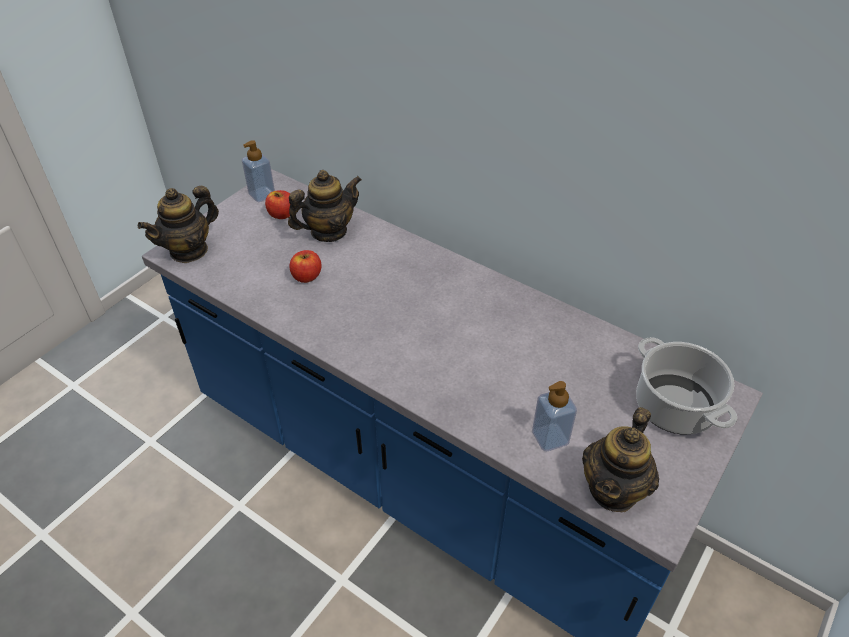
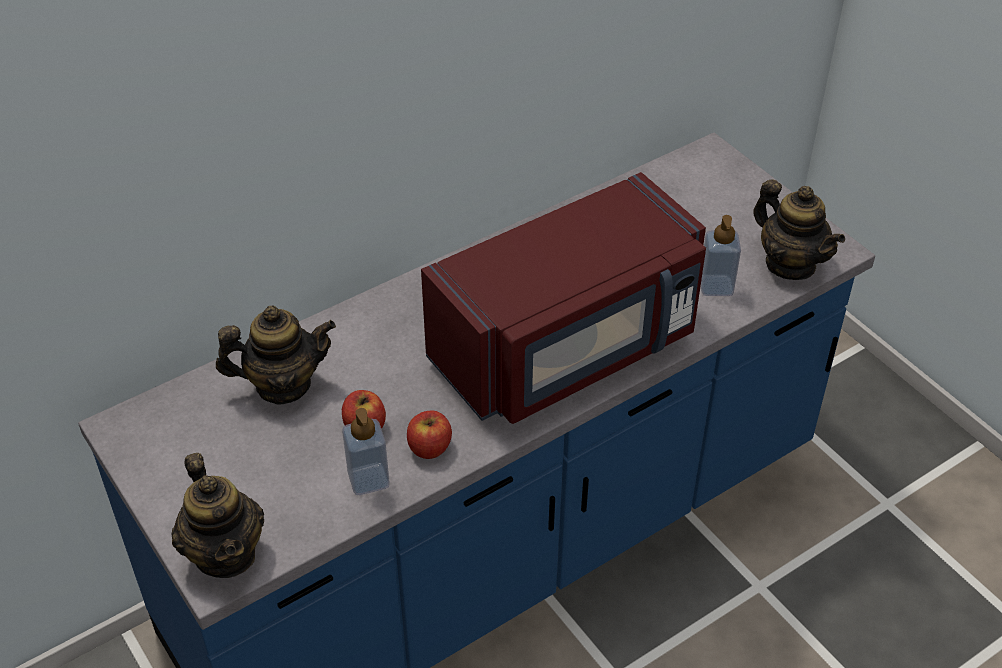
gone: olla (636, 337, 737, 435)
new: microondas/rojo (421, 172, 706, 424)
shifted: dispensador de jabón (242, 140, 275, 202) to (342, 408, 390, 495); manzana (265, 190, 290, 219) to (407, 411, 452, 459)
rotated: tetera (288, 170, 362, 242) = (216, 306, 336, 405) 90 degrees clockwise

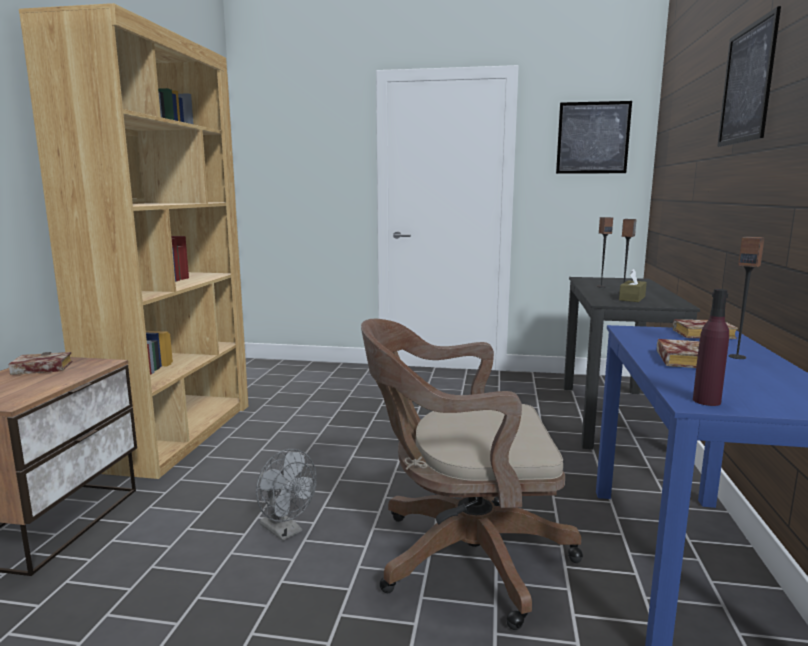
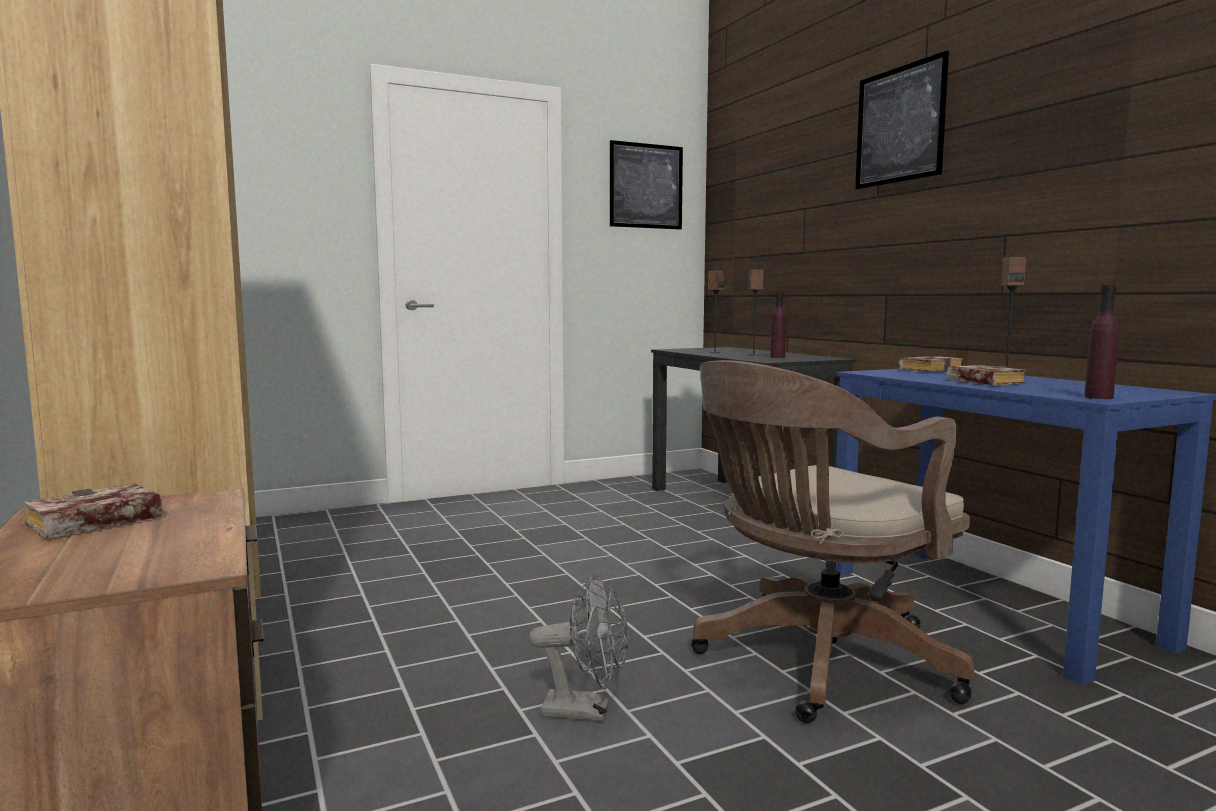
swapped: caja de pañuelos/marrón (619, 268, 647, 302) to botella/morado (770, 291, 786, 358)

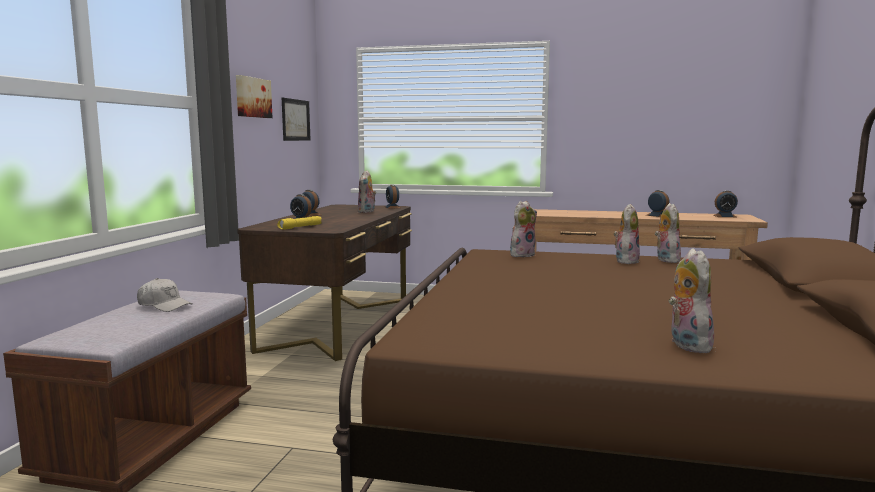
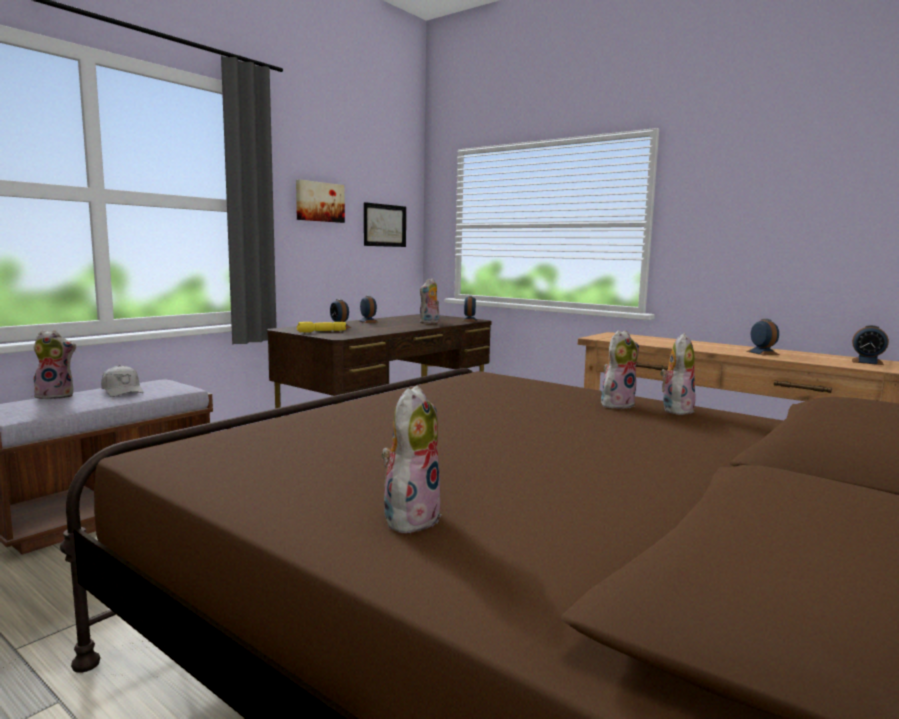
shifted: peluche (510, 201, 537, 257) to (33, 330, 76, 399)

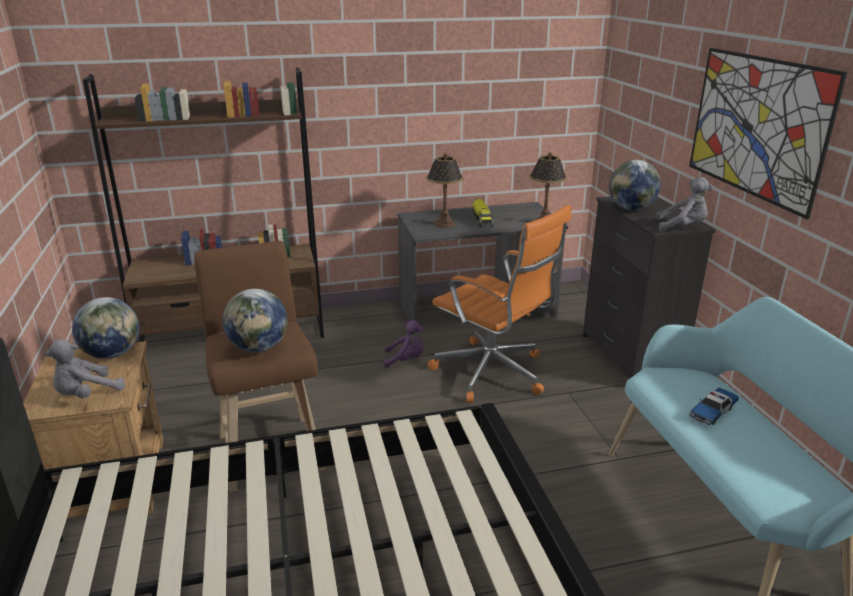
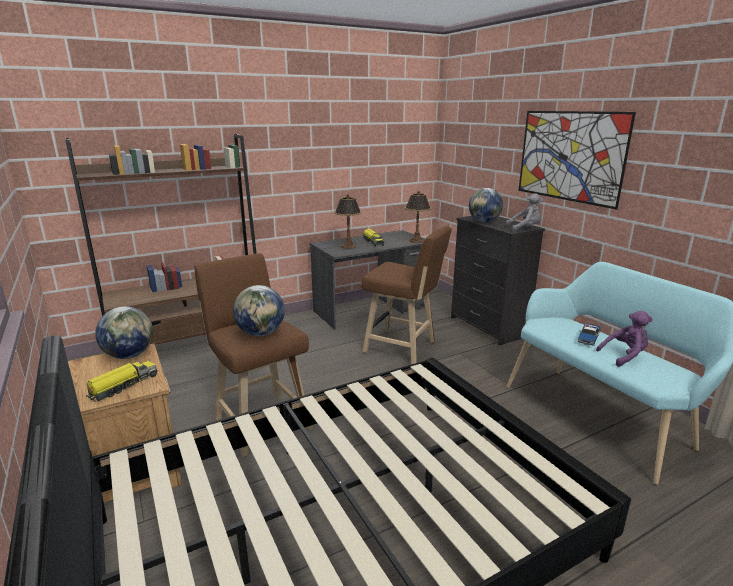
shifted: peluche/morado (383, 320, 423, 368) to (596, 311, 653, 367)
swapped: silla de oficina/naranja (428, 205, 571, 403) to taburete/marrón (361, 226, 451, 364); peluche/gris (44, 339, 125, 398) to camión de juguete (86, 361, 158, 402)

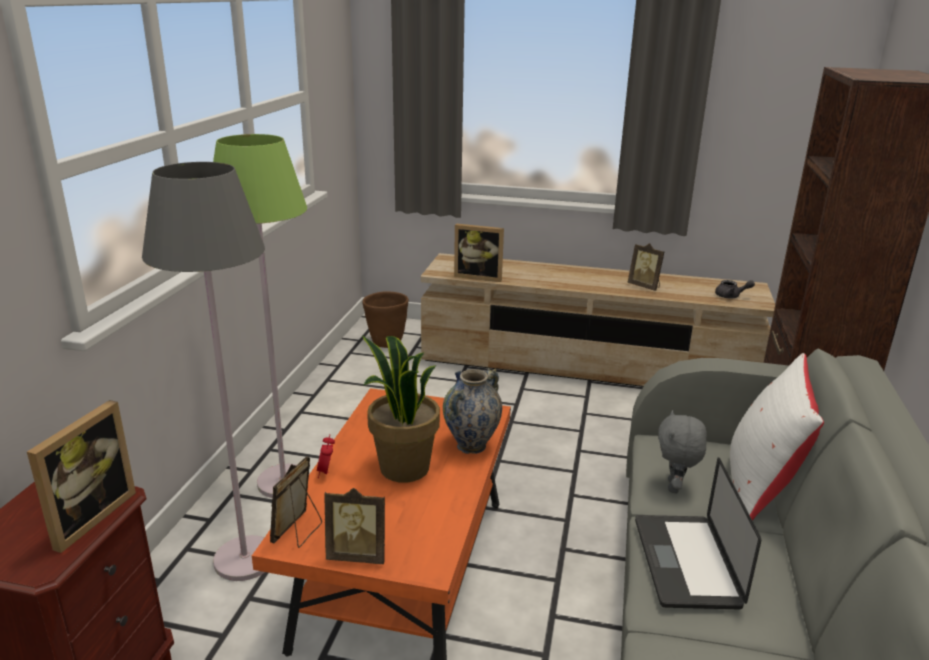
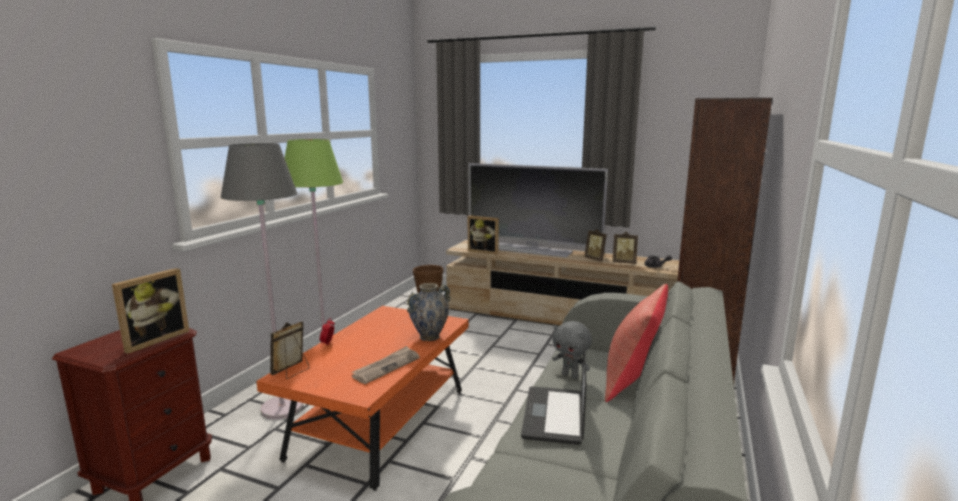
gone: planta en maceta (362, 335, 440, 483)
new: televisor (469, 163, 608, 258); periódico (352, 346, 420, 384)
shifted: portarretratos (324, 488, 385, 564) to (612, 232, 638, 264)
repainted: cojín/blanco (730, 353, 824, 521) to cojín/rojo (605, 284, 668, 402)
rotated: peluche/gris (658, 410, 707, 493) = (553, 321, 592, 379) 75 degrees counterclockwise

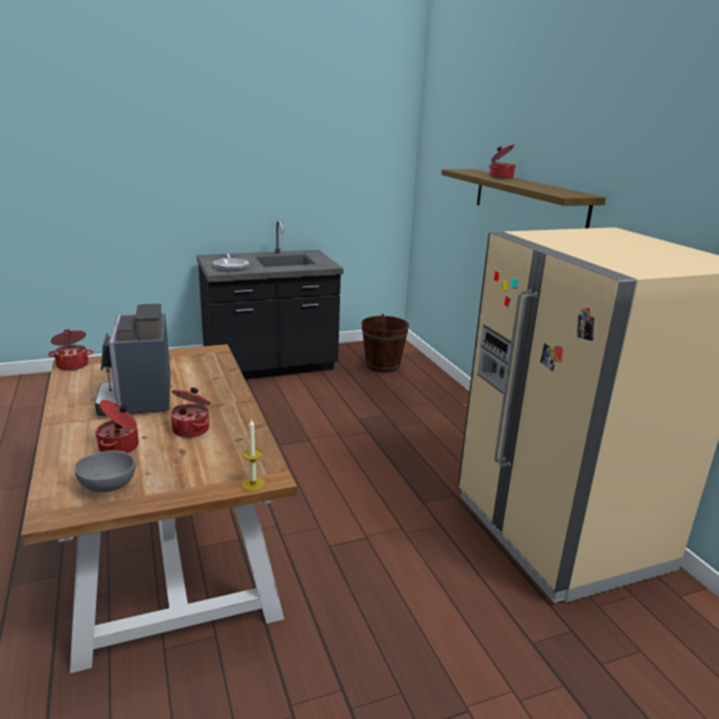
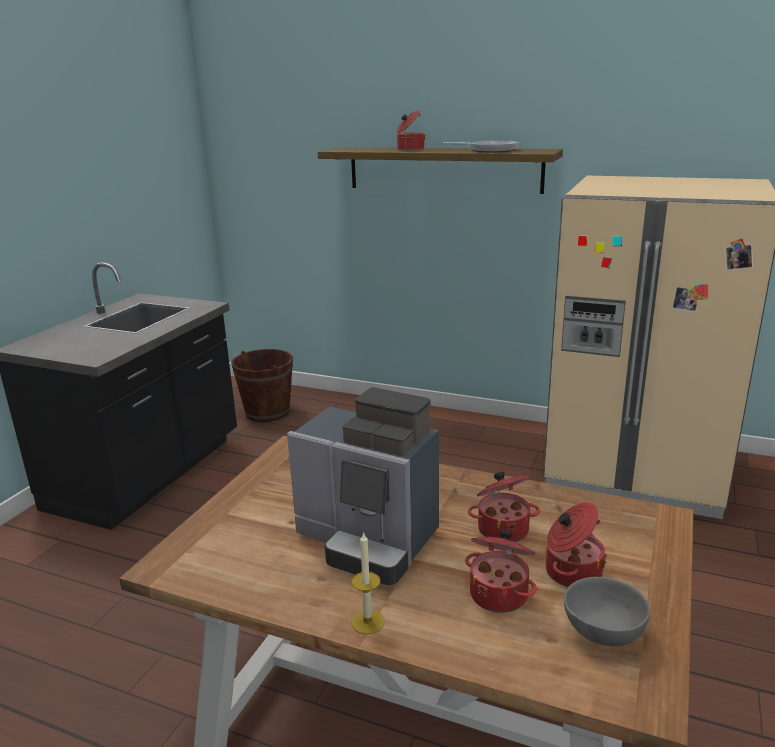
shifted: sartén (213, 254, 249, 271) to (444, 140, 519, 152); olla (48, 329, 94, 371) to (546, 502, 607, 587); vela (242, 418, 265, 491) to (351, 531, 385, 634)

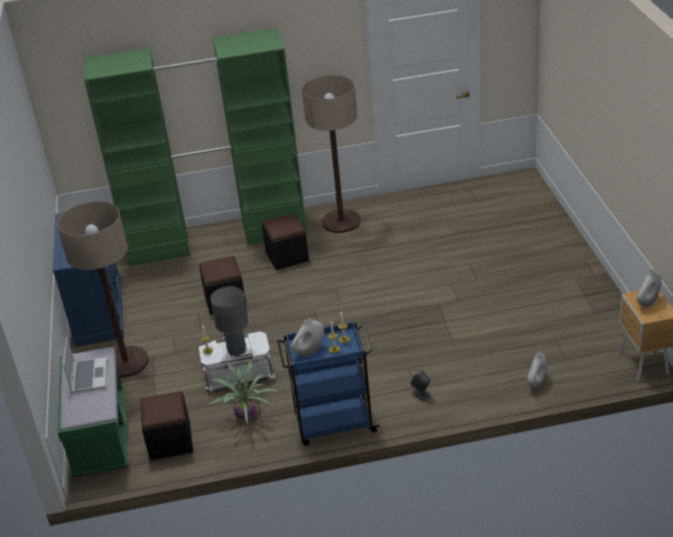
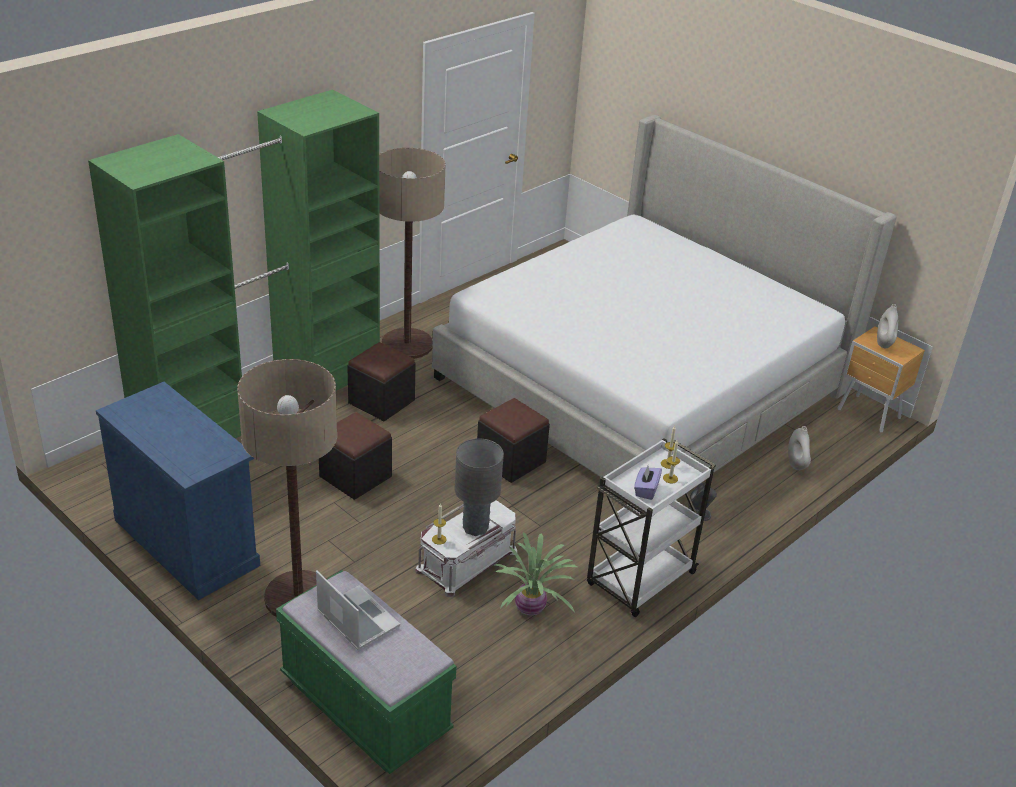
new: cama (432, 115, 896, 477)
shifted: puf/negro (140, 391, 193, 461) to (477, 398, 550, 483)
swapped: florero/blanco (291, 318, 324, 356) to caja de pañuelos/morado (634, 466, 662, 500)
repainted: carrito/azul (277, 321, 379, 446) to carrito/blanco (587, 438, 716, 617)

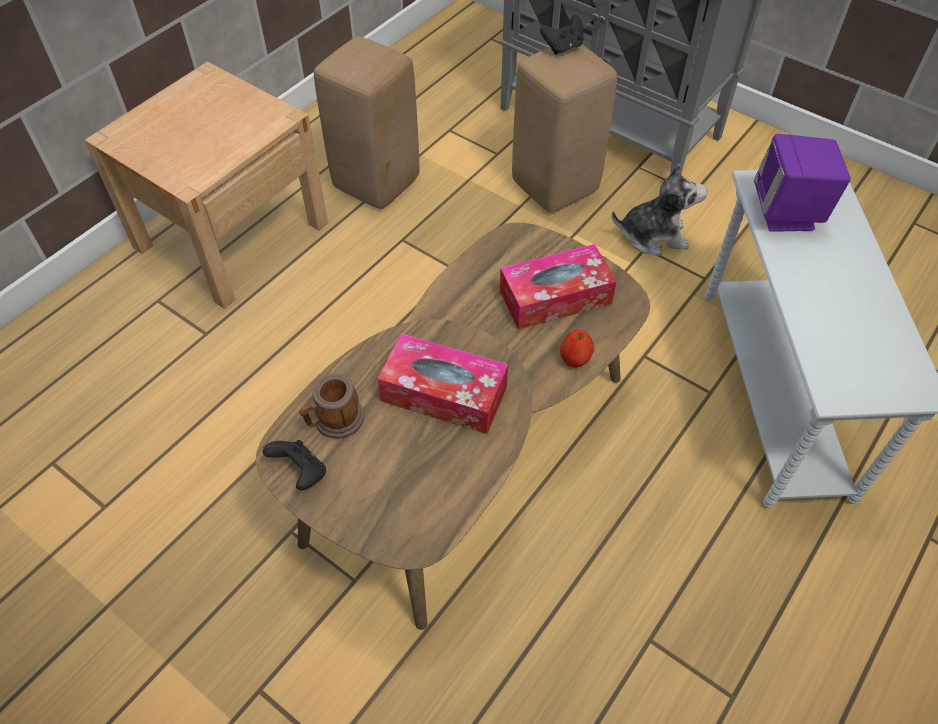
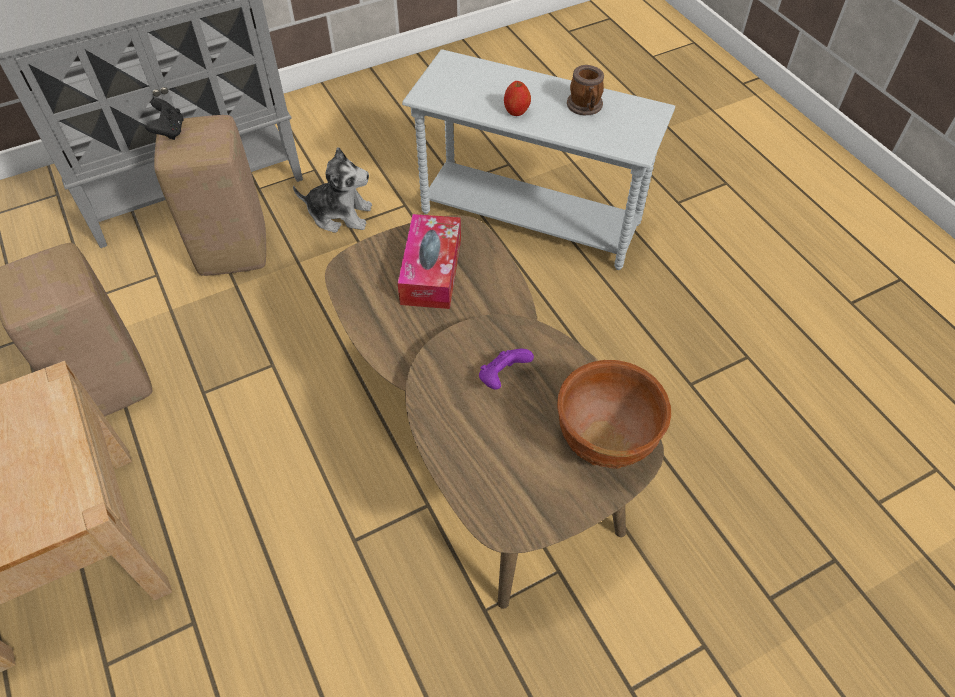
gone: altavoz/morado (754, 134, 851, 232); mando de consola/negro (263, 440, 326, 490)
new: cuenco/marrón (557, 360, 671, 469)
shifted: manzana (560, 330, 594, 368) to (504, 81, 531, 116); taza grande (299, 374, 364, 439) to (567, 65, 604, 115)
swapped: caja de pañuelos (377, 333, 508, 434) to mando de consola/morado (479, 349, 534, 389)
rotated: peluche (612, 164, 707, 256) = (293, 147, 372, 233) 75 degrees clockwise

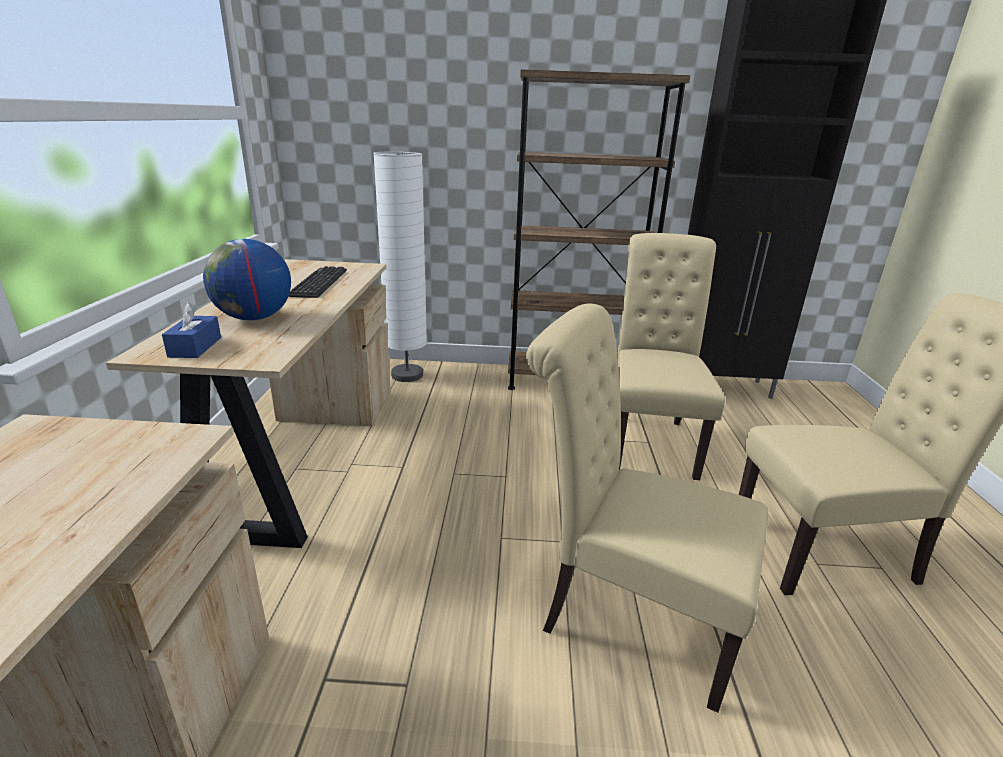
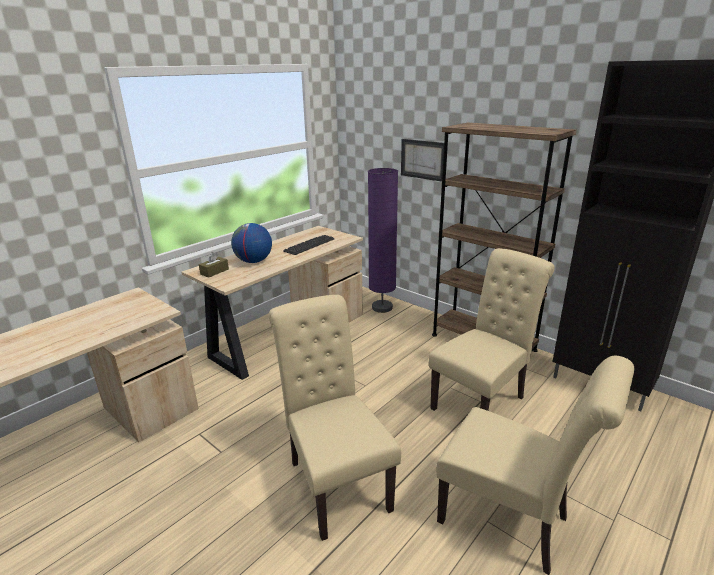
new: cuadro (401, 139, 444, 182)
repainted: lámpara de pie/blanco (373, 152, 427, 382) to lámpara de pie/morado (368, 168, 398, 313); caja de pañuelos/azul (162, 302, 221, 358) to caja de pañuelos/marrón (199, 252, 229, 278)

